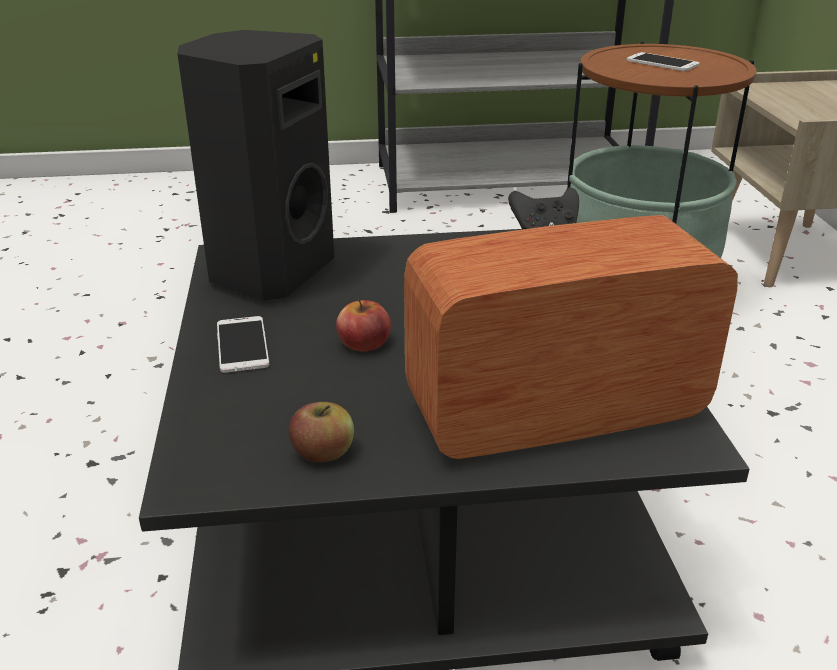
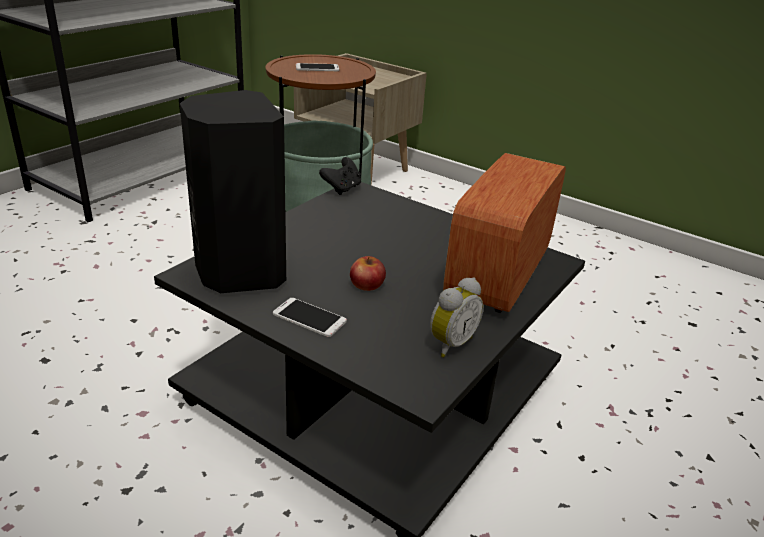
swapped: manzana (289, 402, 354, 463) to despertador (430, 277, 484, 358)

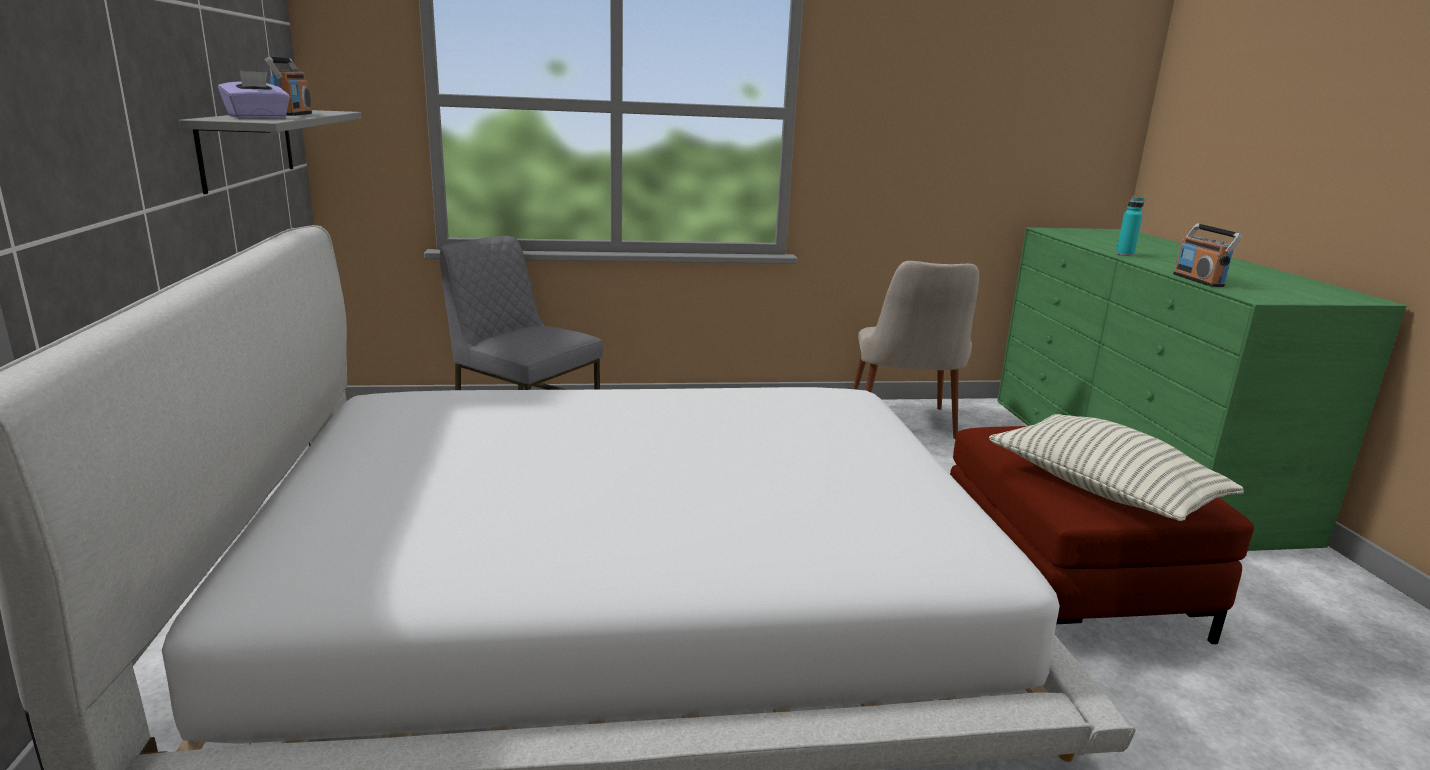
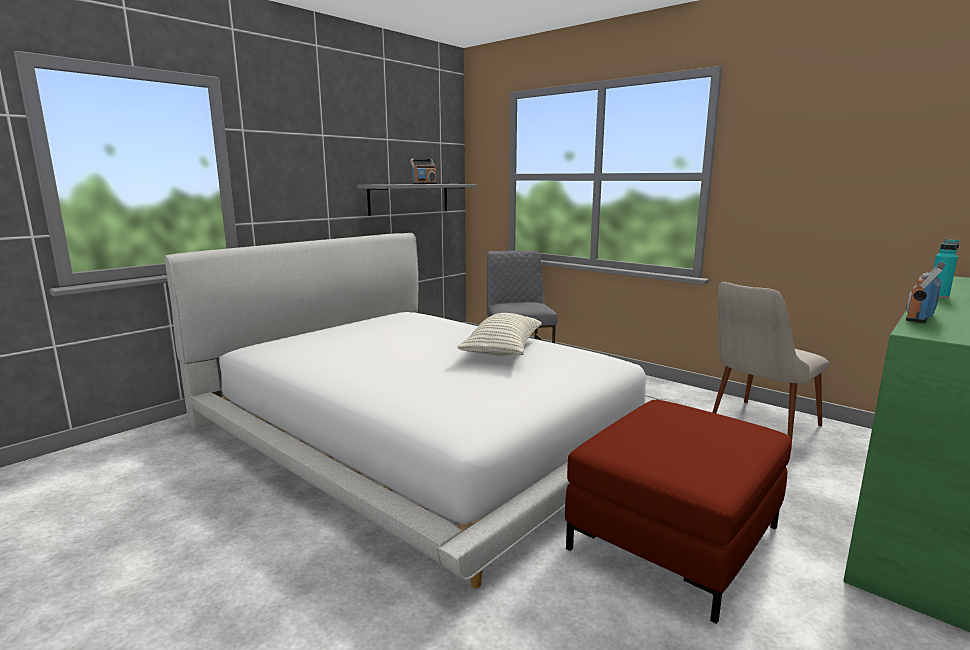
gone: caja de pañuelos/morado (218, 71, 290, 119)
shifted: cojín (989, 414, 1244, 521) to (457, 313, 542, 356)

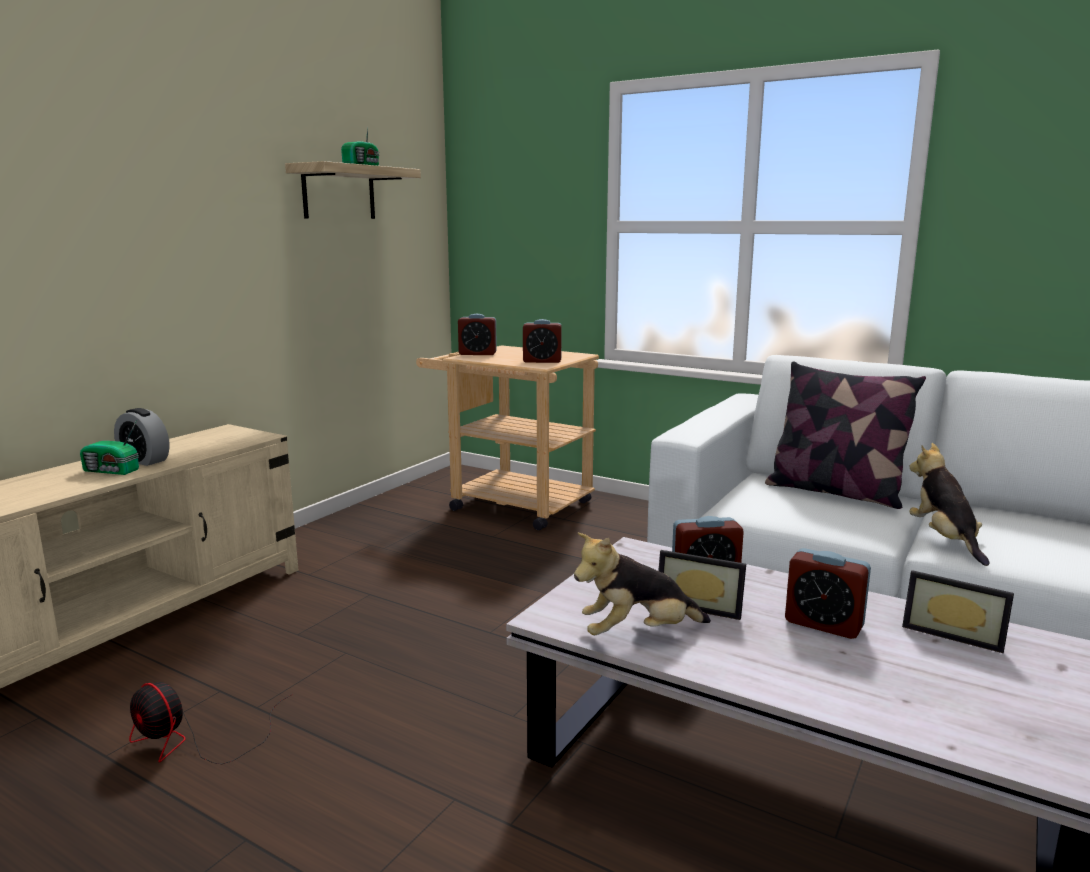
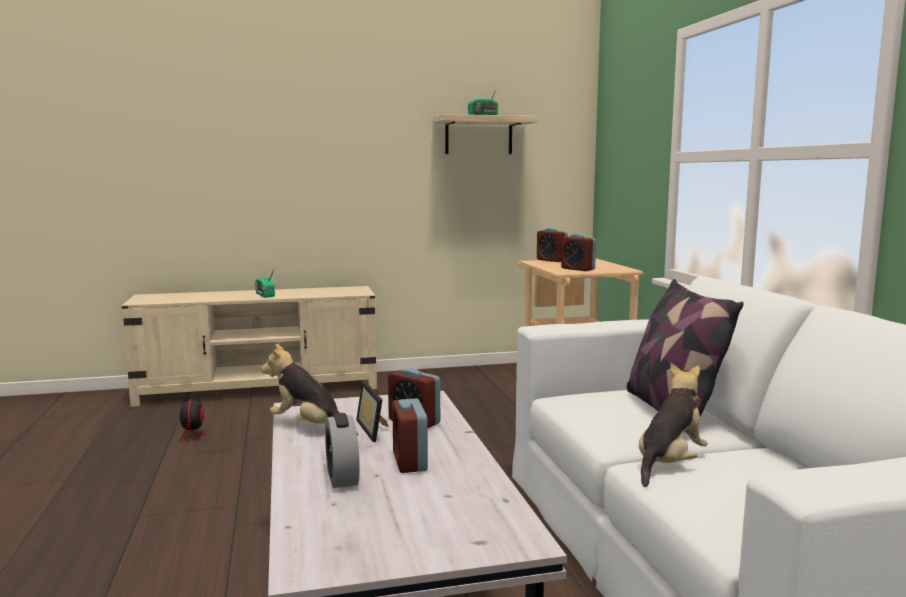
gone: portarretratos (902, 570, 1014, 653)
shifted: despertador (114, 408, 170, 466) to (325, 413, 360, 488)

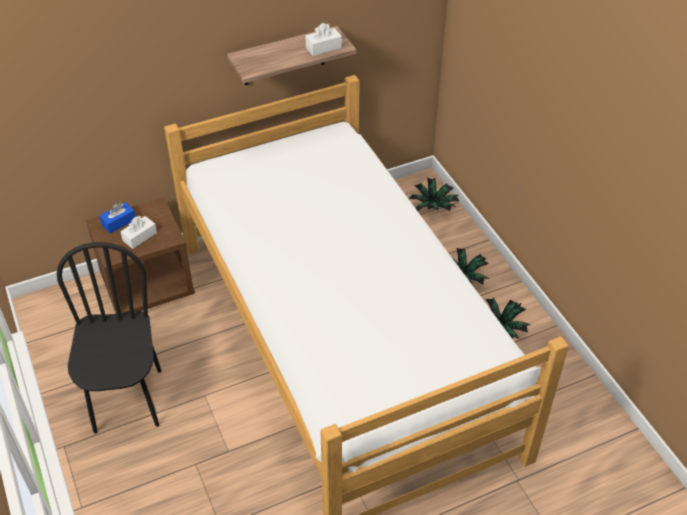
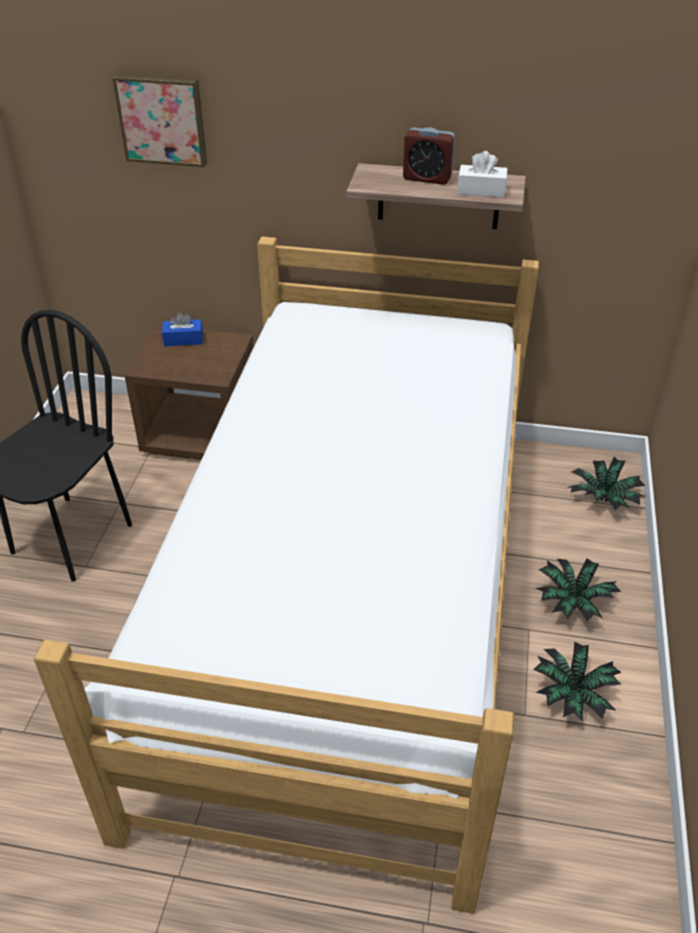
gone: caja de pañuelos/blanco (120, 216, 157, 249)
new: cuadro (112, 74, 207, 167); despertador (403, 127, 455, 185)

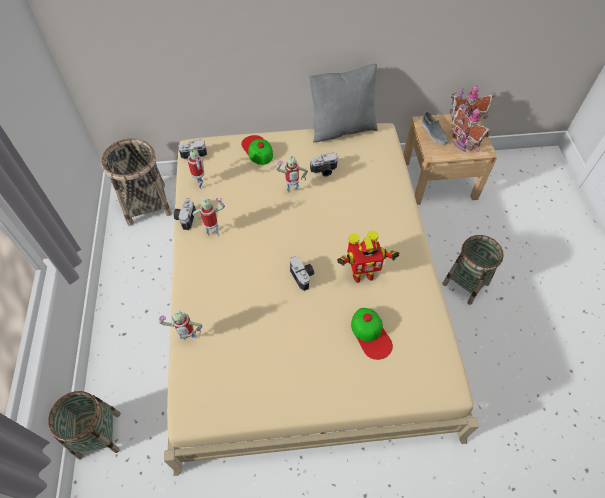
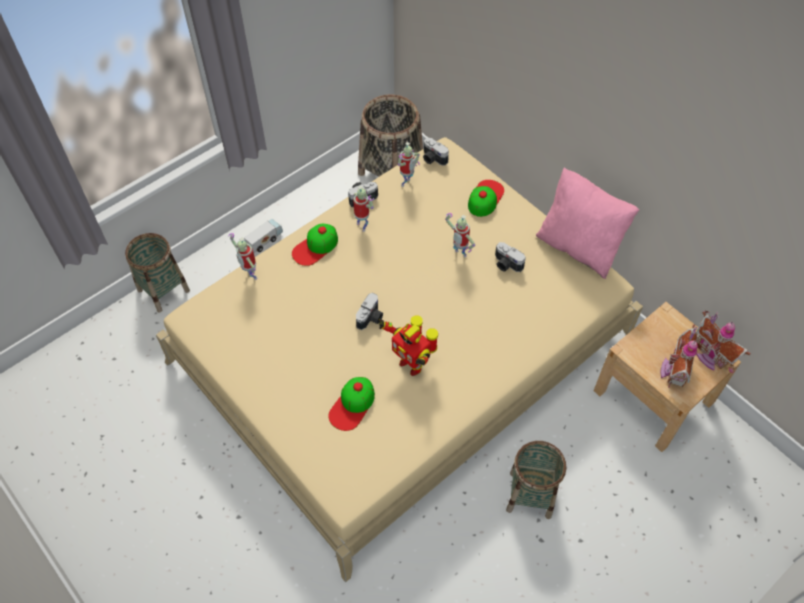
gone: zapato/gris (422, 112, 449, 145)
new: camión de juguete (244, 219, 283, 253); gorra (292, 224, 338, 266)
repainted: cojín/gris (309, 64, 378, 143) to cojín/rosa (536, 167, 639, 279)

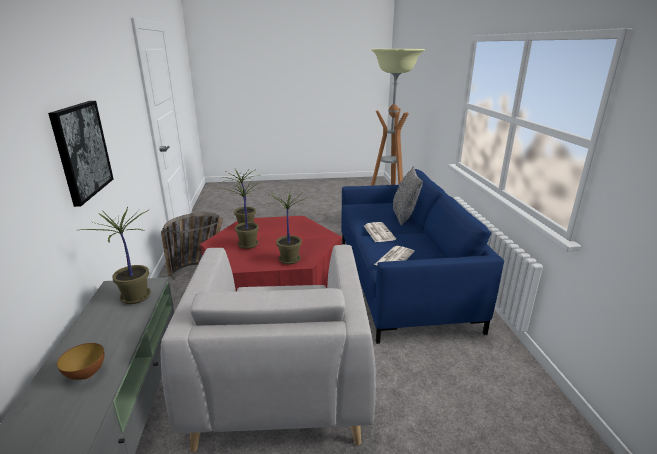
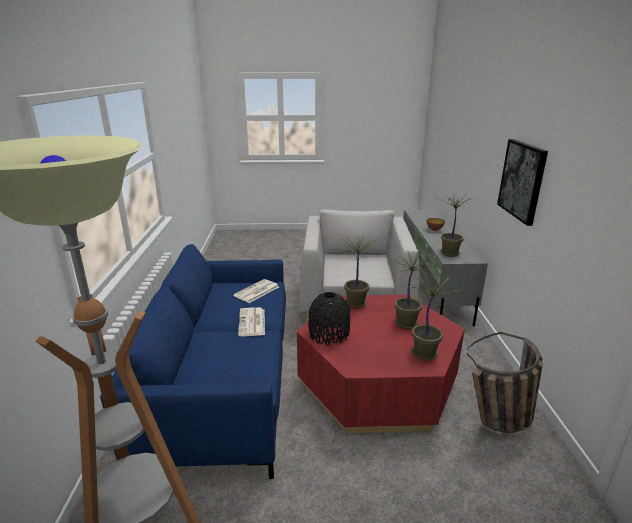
gone: cojín/gris (393, 166, 423, 226)
new: florero/negro (308, 292, 350, 345)

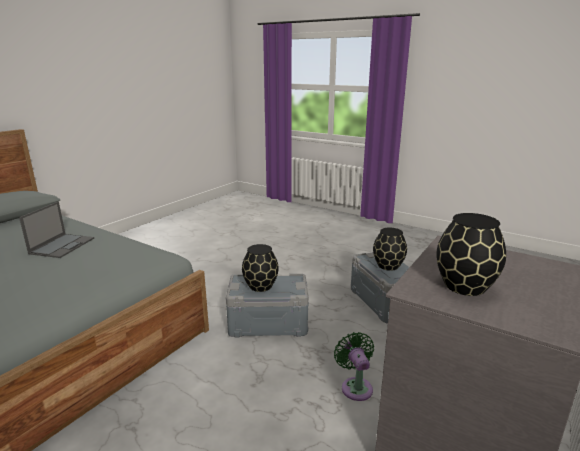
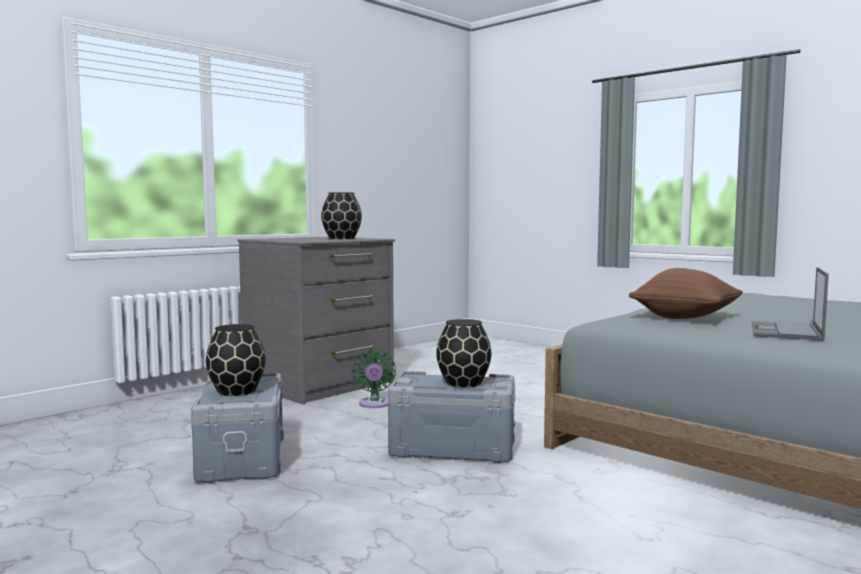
new: cojín/marrón (629, 268, 743, 319)

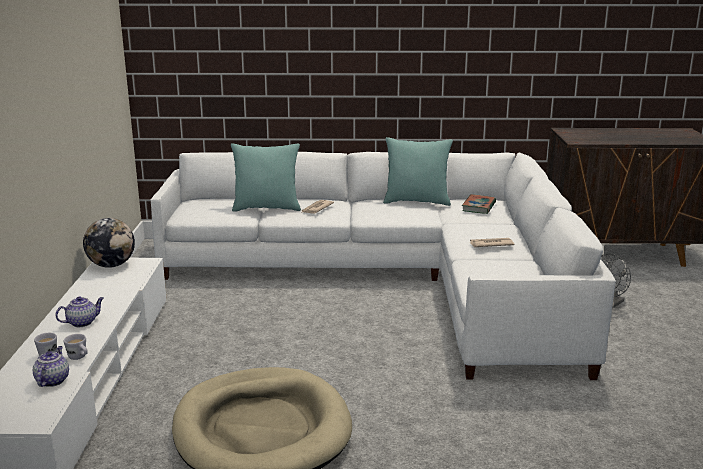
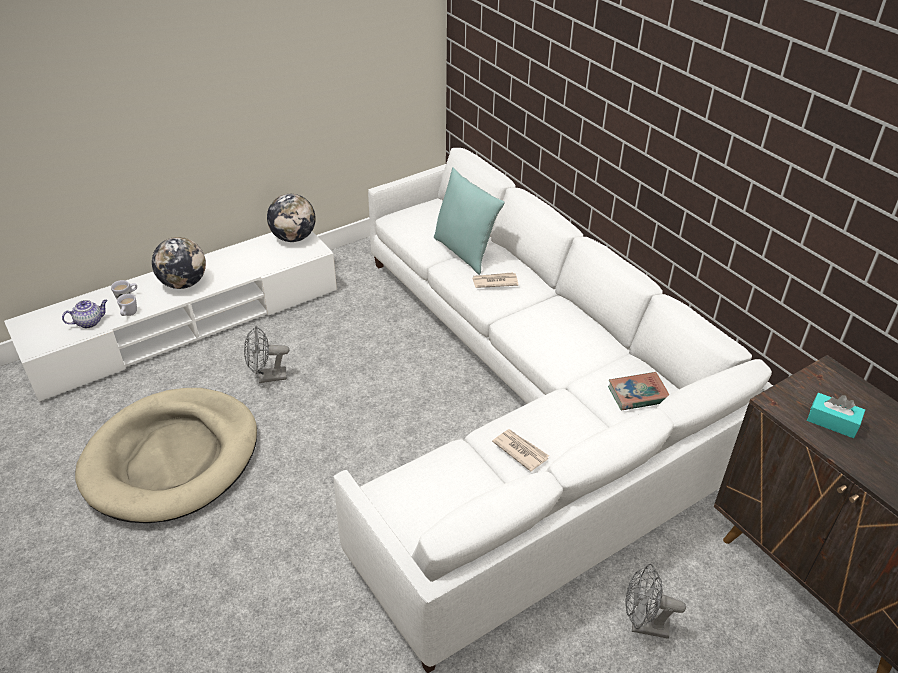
gone: cojín/turquesa (383, 137, 453, 206)
new: ventilador/gris (244, 326, 289, 383); caja de pañuelos/turquesa (807, 393, 865, 438)
swapped: tetera (55, 296, 104, 327) to globo terráqueo (152, 237, 206, 289)

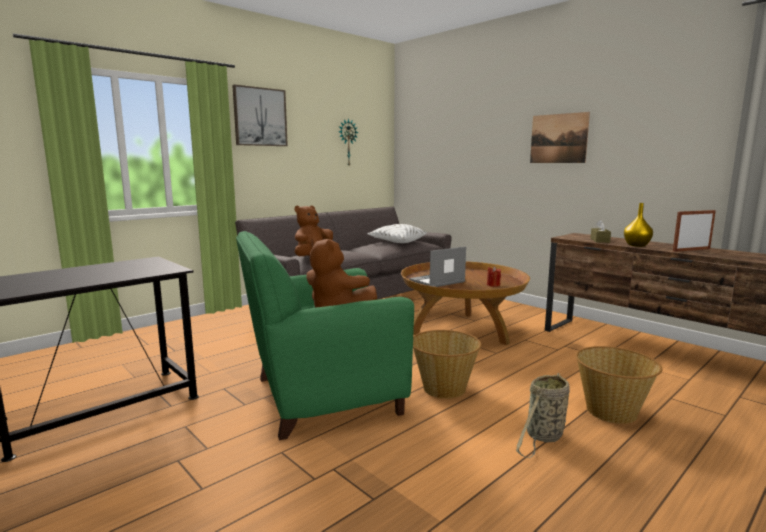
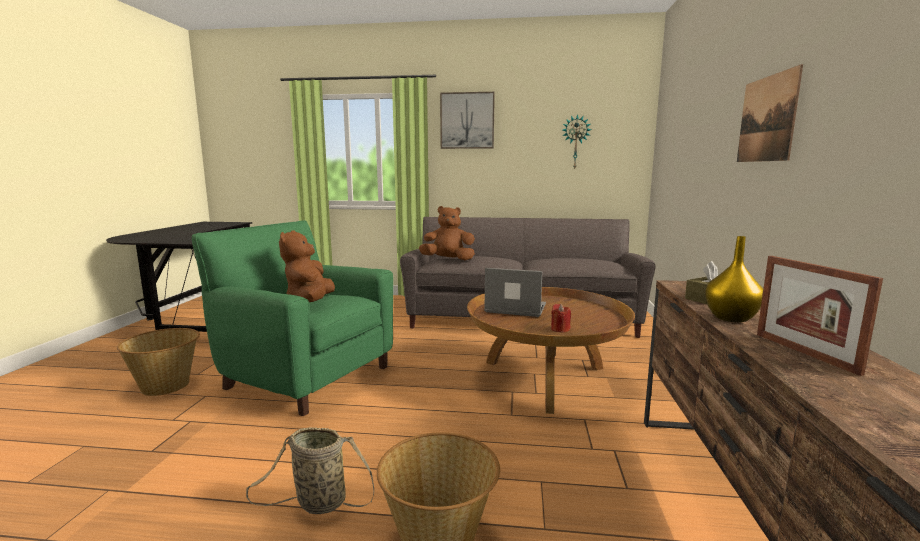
gone: cojín/blanco (367, 224, 427, 243)
shifted: cesta (413, 330, 481, 399) to (117, 328, 200, 396)
rotated: portarretratos (673, 210, 716, 252) = (757, 256, 883, 376) 135 degrees counterclockwise

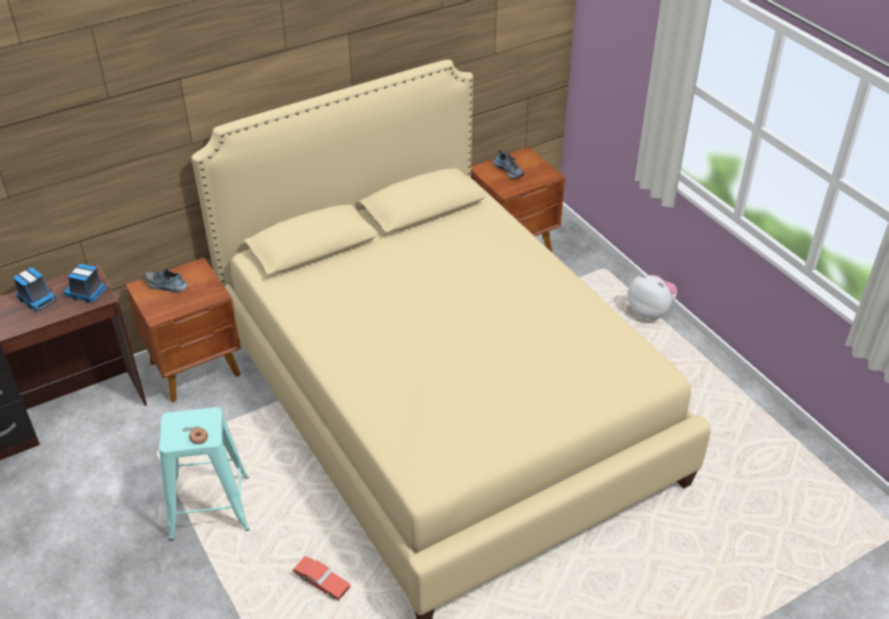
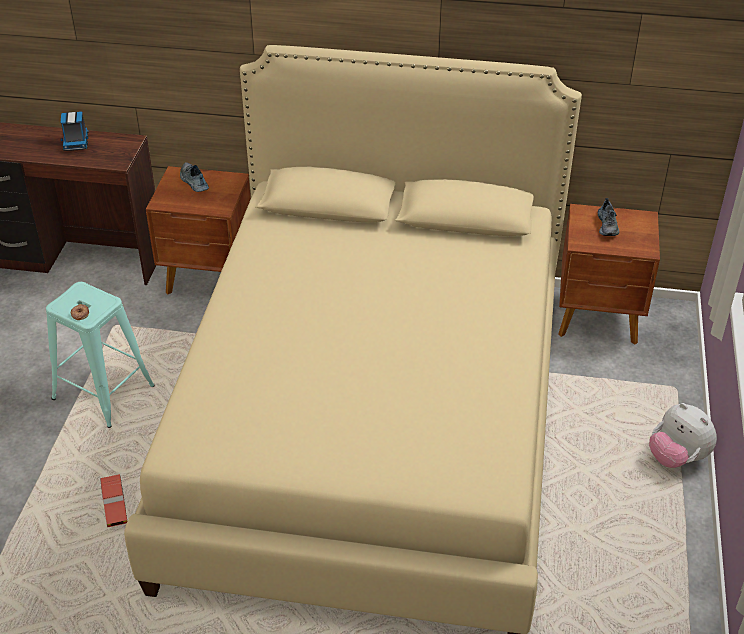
gone: camión de juguete (64, 264, 108, 303)
rotated: peluche (628, 273, 678, 320) = (649, 403, 717, 468) 150 degrees clockwise

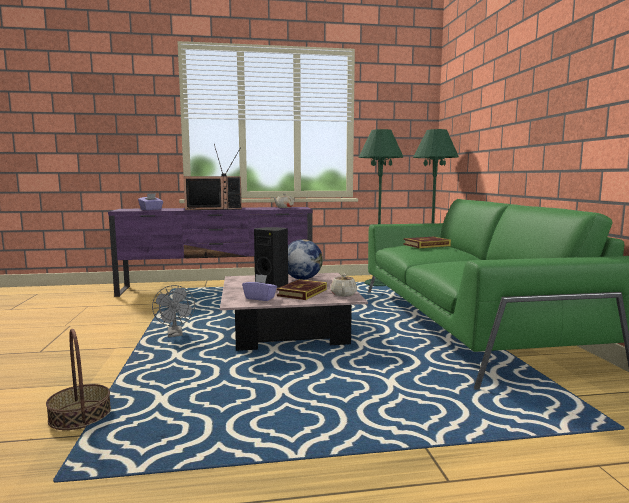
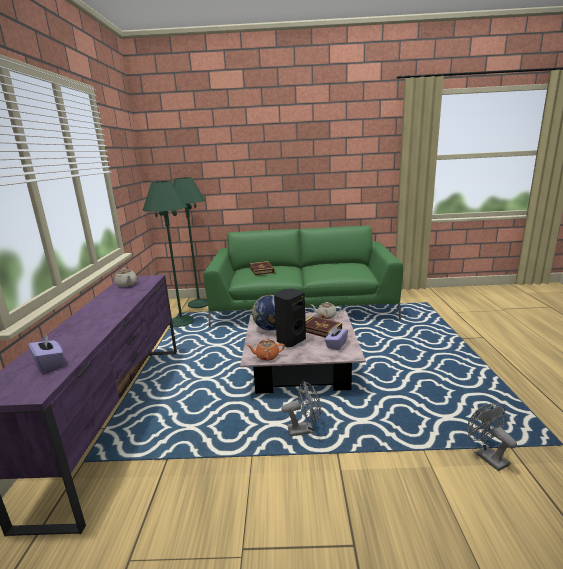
gone: televisor (183, 144, 242, 210)
new: tetera/naranja (246, 339, 285, 361)
swapped: cesta (46, 329, 111, 430) to ventilador/gris (468, 403, 517, 471)

